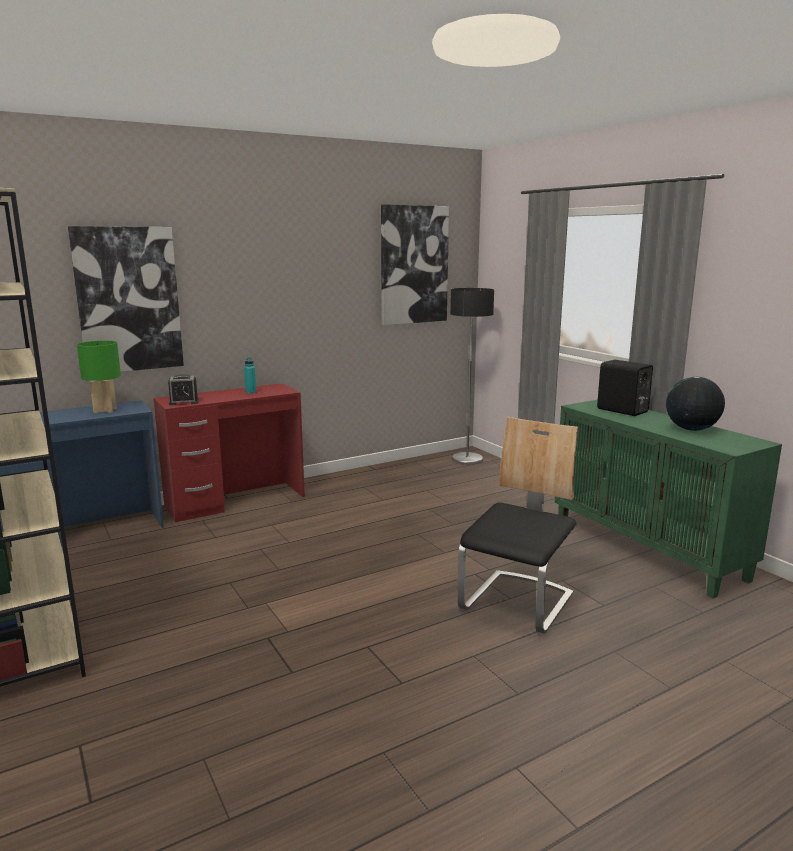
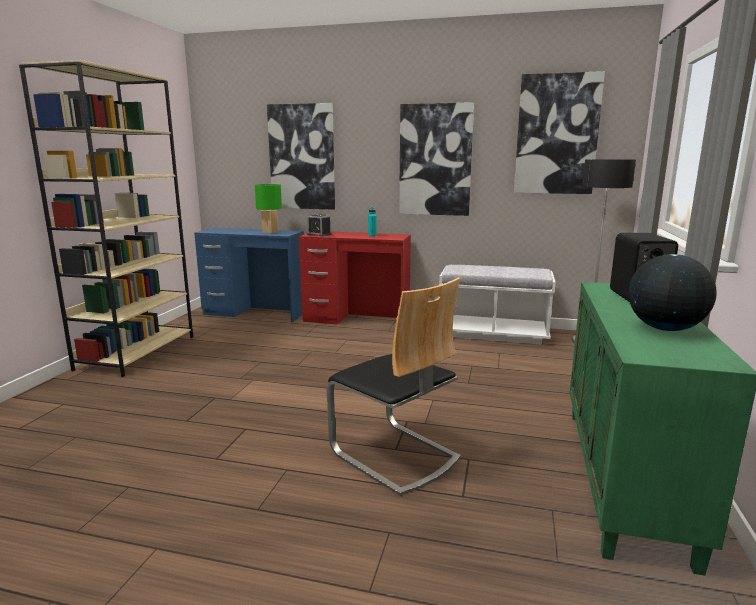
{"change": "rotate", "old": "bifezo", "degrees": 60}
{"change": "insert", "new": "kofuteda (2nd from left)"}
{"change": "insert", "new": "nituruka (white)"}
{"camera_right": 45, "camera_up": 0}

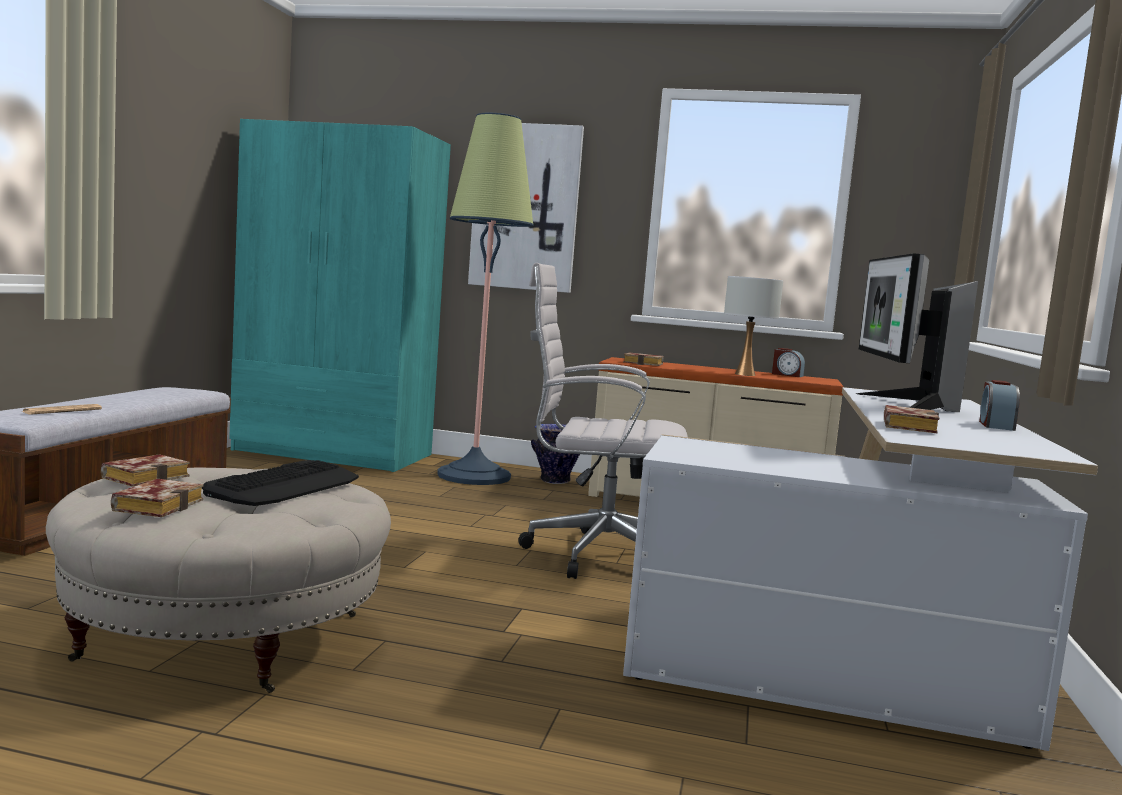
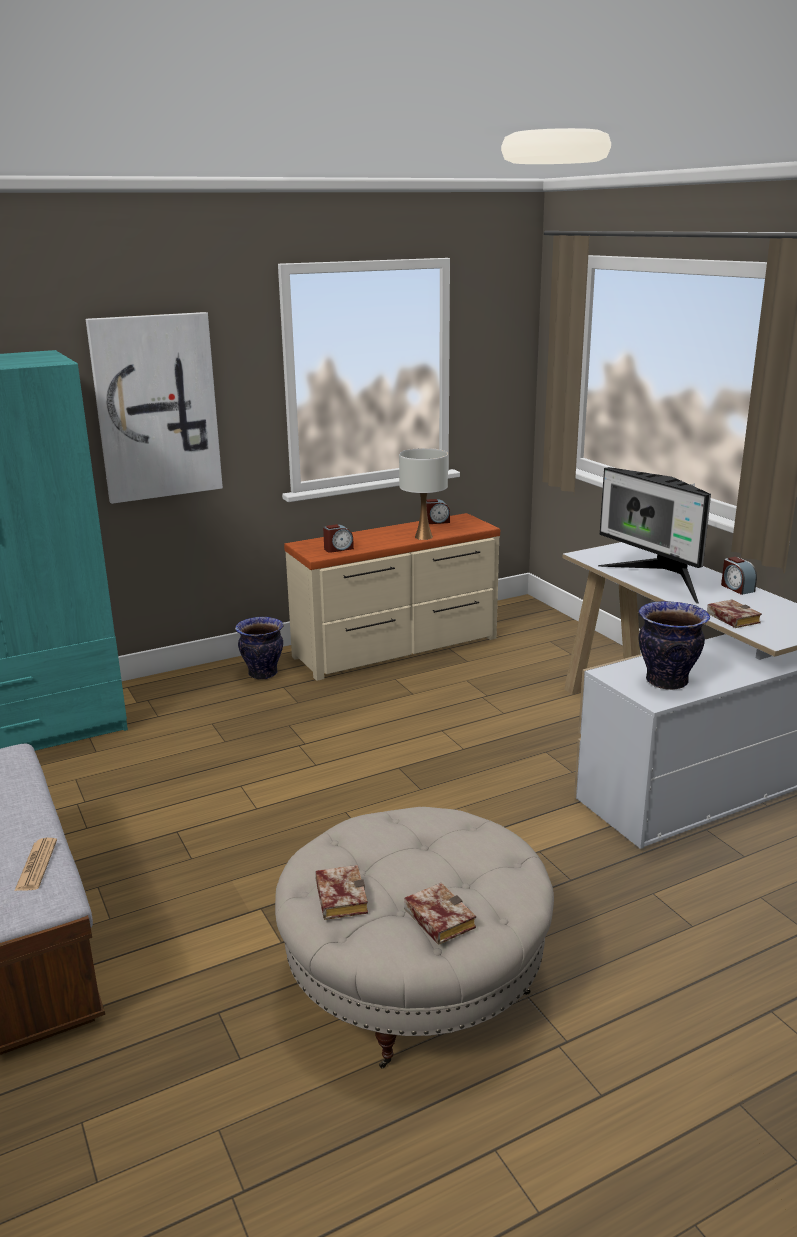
{"change": "replace", "old": "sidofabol (3rd from left)", "new": "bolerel (1st from left)"}
{"change": "insert", "new": "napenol (2nd from left)"}
{"change": "delete", "old": "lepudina"}
{"change": "delete", "old": "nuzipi"}
{"change": "delete", "old": "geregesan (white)"}
{"camera_right": -40, "camera_up": 15}

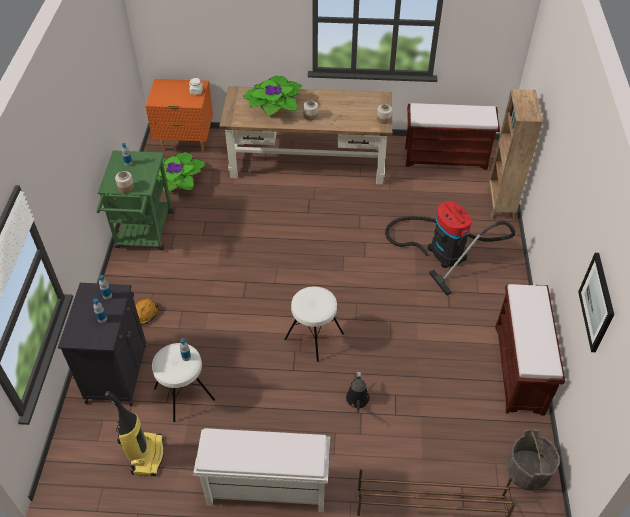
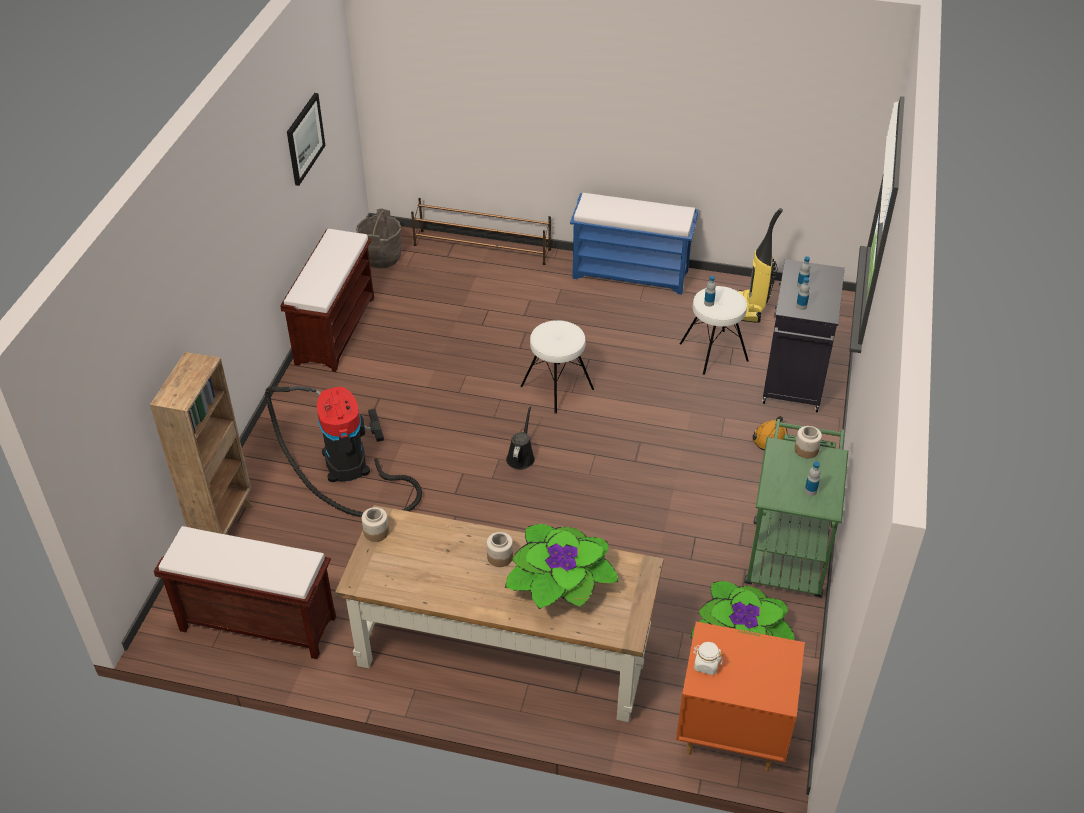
{"change": "move", "old": "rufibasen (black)"}
{"change": "recolor", "old": "nituruka (white)", "new": "nituruka (blue)"}
{"camera_right": -170, "camera_up": -5}

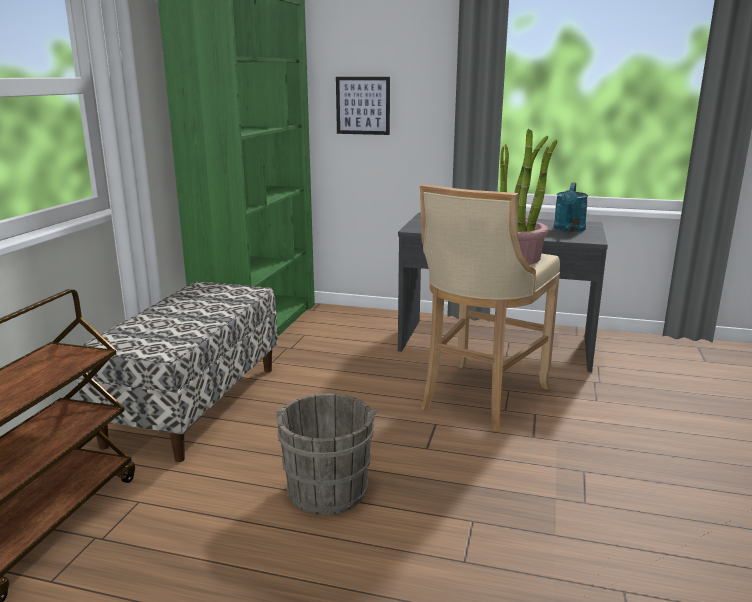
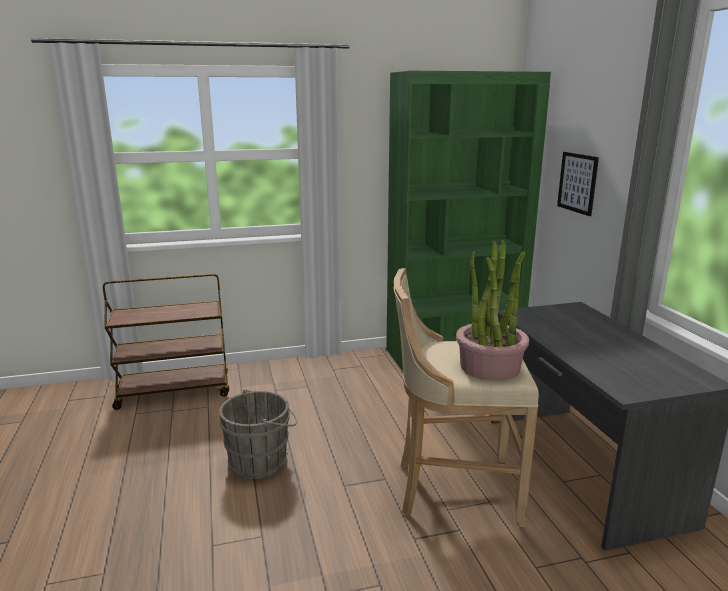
{"change": "delete", "old": "nituruka"}
{"change": "delete", "old": "rufibasen (turquoise)"}
{"camera_right": 60, "camera_up": 0}

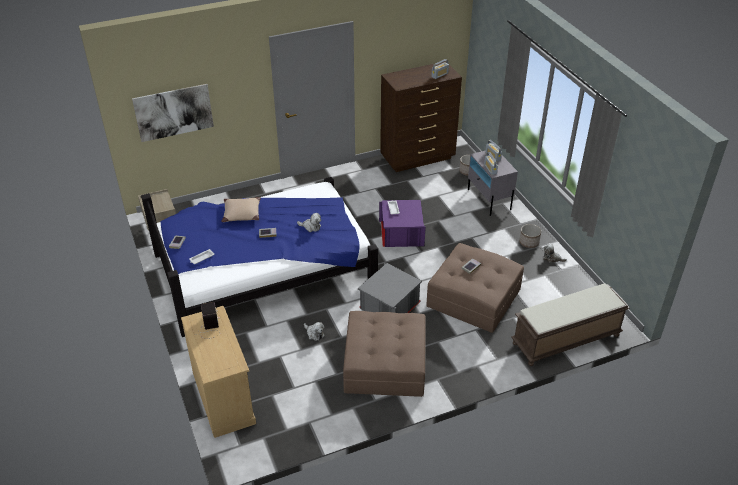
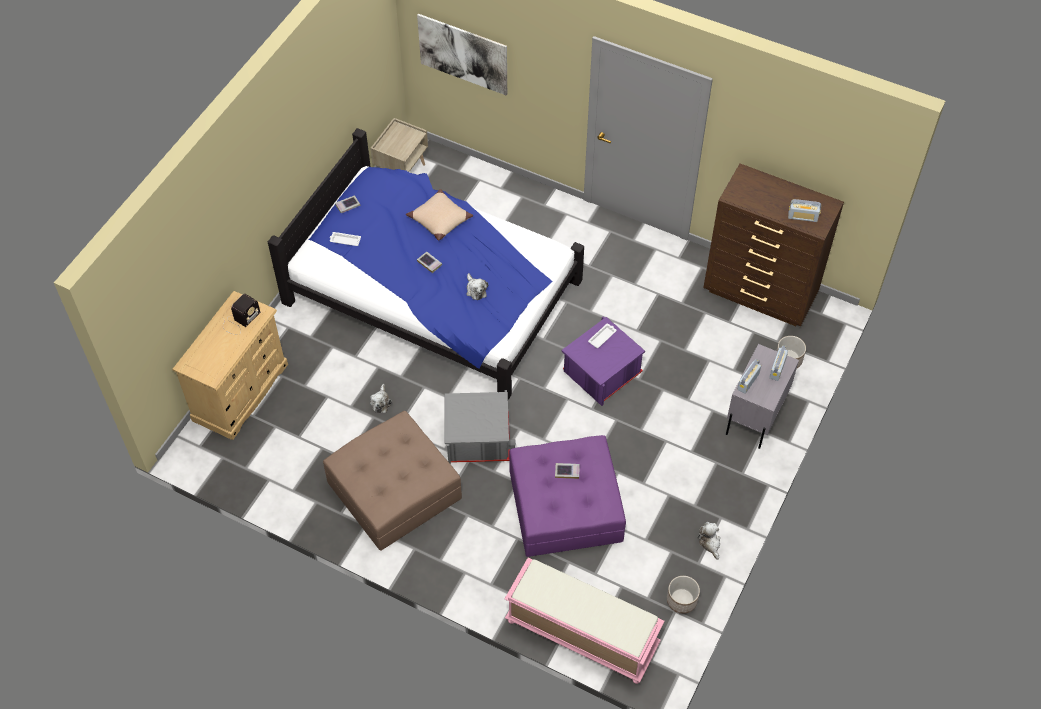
{"change": "recolor", "old": "nituruka (brown)", "new": "nituruka (pink)"}
{"change": "recolor", "old": "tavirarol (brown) (2nd from left)", "new": "tavirarol (purple)"}
{"change": "move", "old": "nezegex (2nd from left in the first image)", "new": "nezegex (1st from left)"}
{"camera_right": 50, "camera_up": 15}

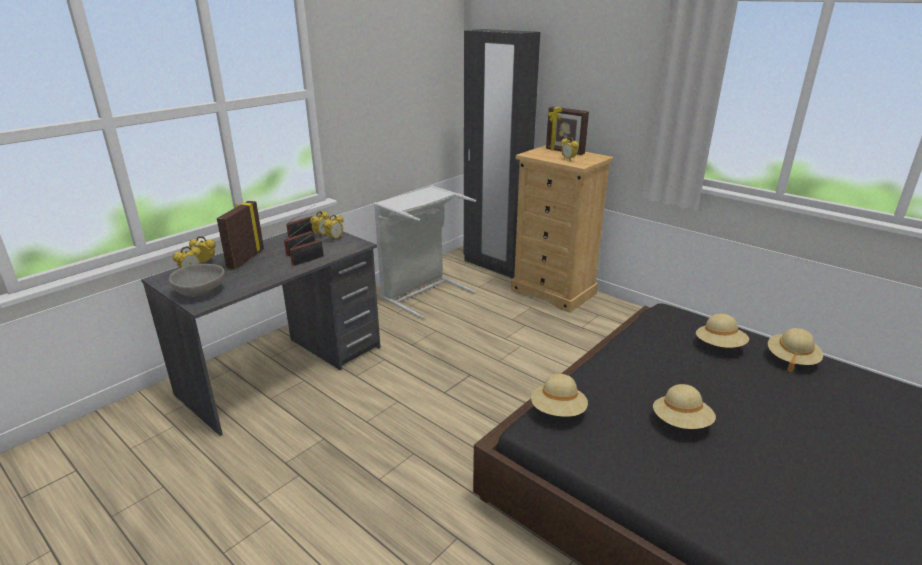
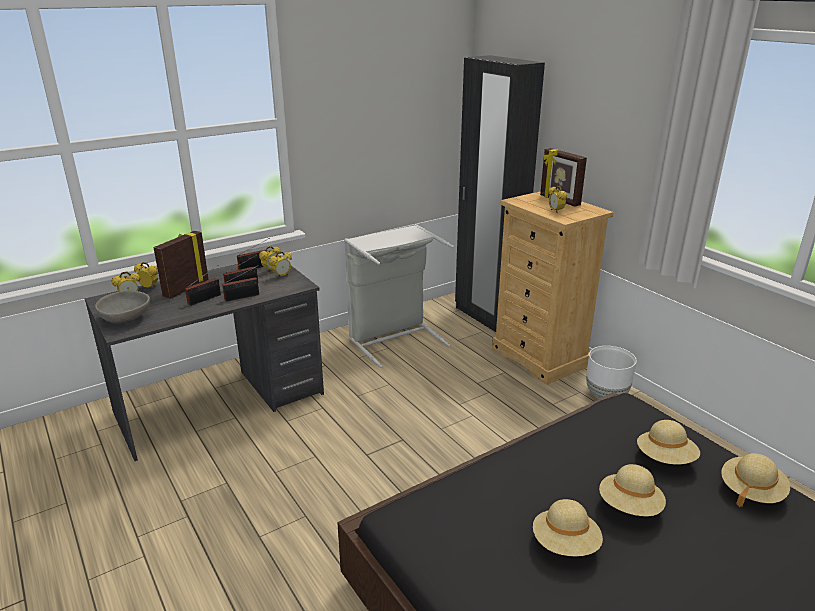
{"change": "insert", "new": "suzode (1st from left)"}
{"change": "insert", "new": "nezegex (white)"}
{"change": "move", "old": "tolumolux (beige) (1st from left in the first image)", "new": "tolumolux (beige) (2nd from left)"}
{"camera_right": 15, "camera_up": 0}

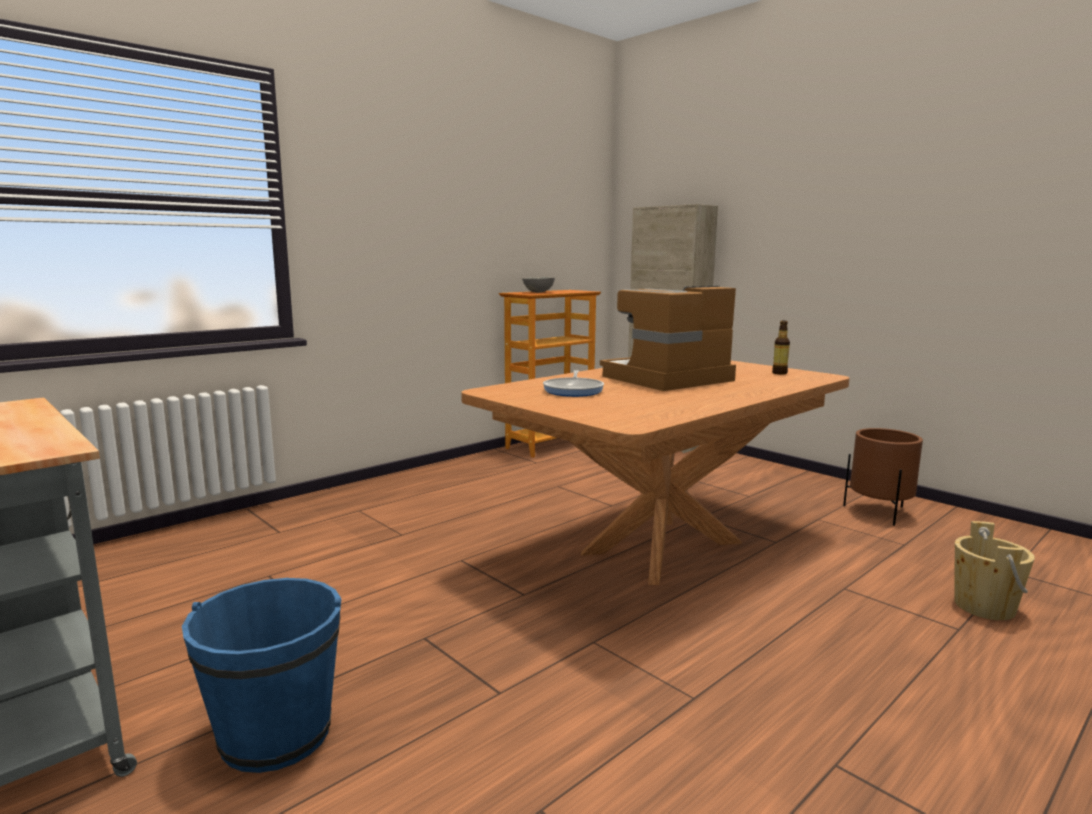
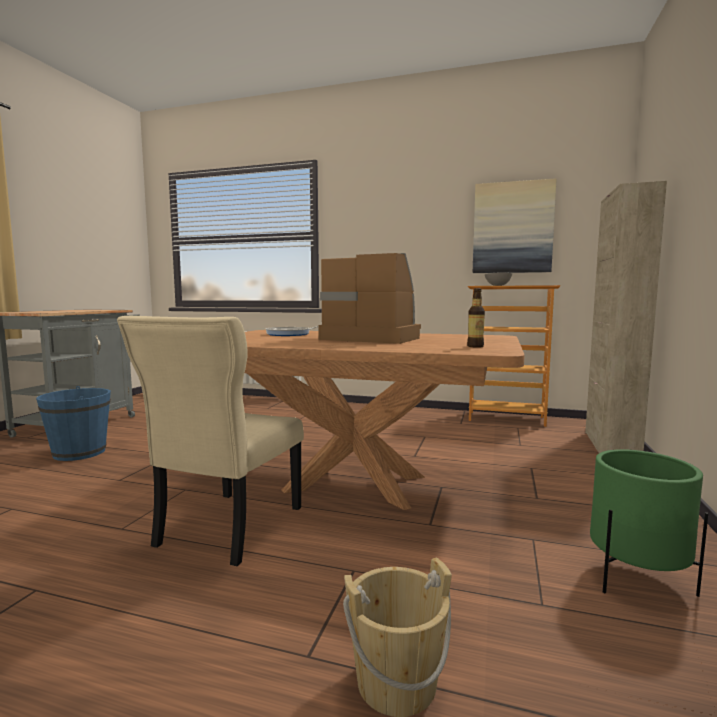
{"change": "insert", "new": "bifezo (beige)"}
{"change": "insert", "new": "kofuteda"}
{"change": "recolor", "old": "nezegex (brown)", "new": "nezegex (green)"}
{"camera_right": 60, "camera_up": -5}

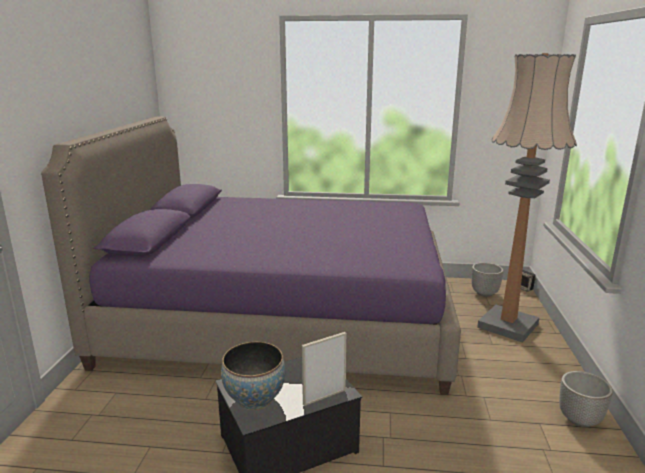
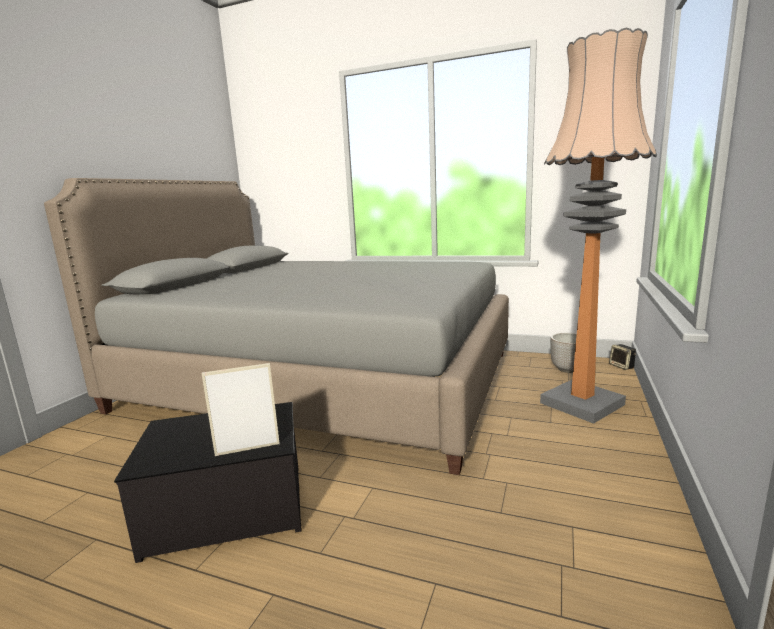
{"change": "recolor", "old": "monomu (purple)", "new": "monomu (grey)"}
{"change": "delete", "old": "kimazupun"}
{"change": "delete", "old": "nezegex (2nd from left)"}
{"camera_right": 15, "camera_up": -5}

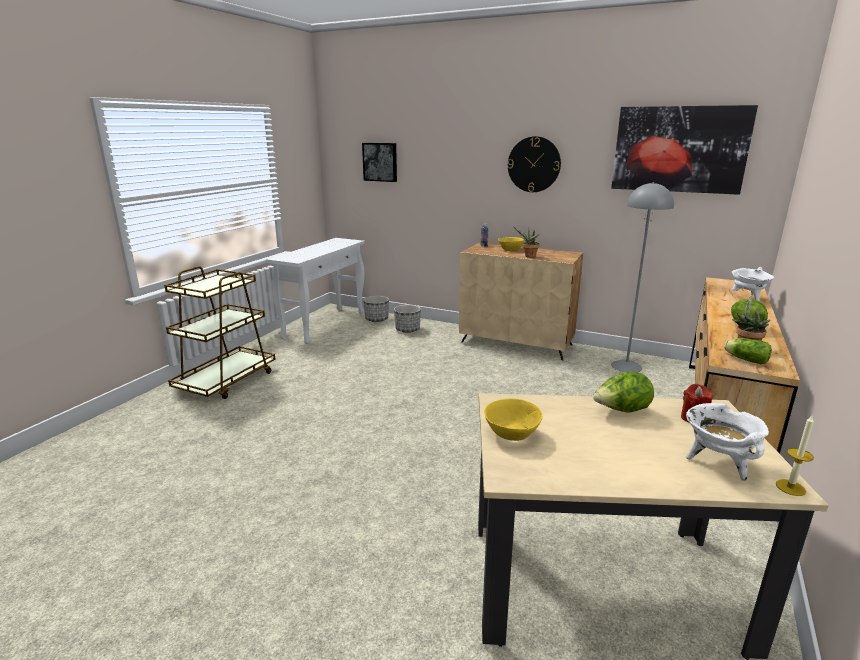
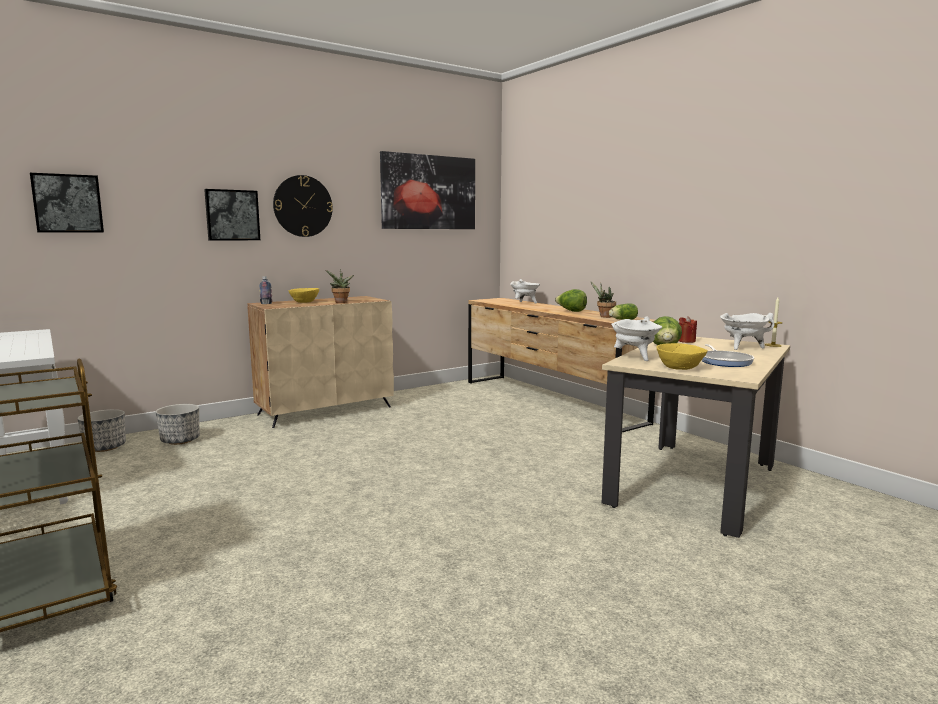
{"change": "insert", "new": "kofuteda (2nd from left)"}
{"change": "insert", "new": "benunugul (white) (2nd from left)"}
{"change": "insert", "new": "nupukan"}
{"change": "delete", "old": "nuzipi (grey)"}
{"camera_right": -60, "camera_up": -10}

